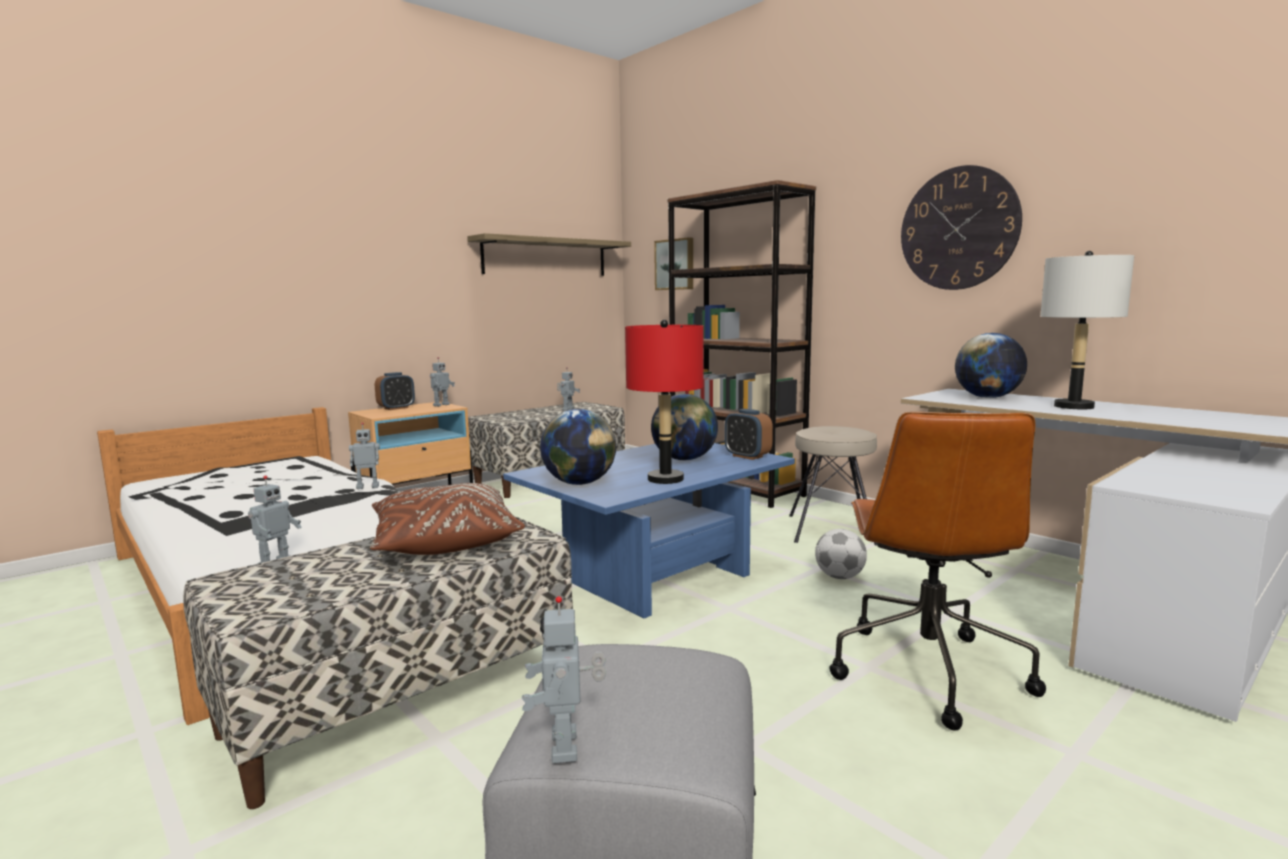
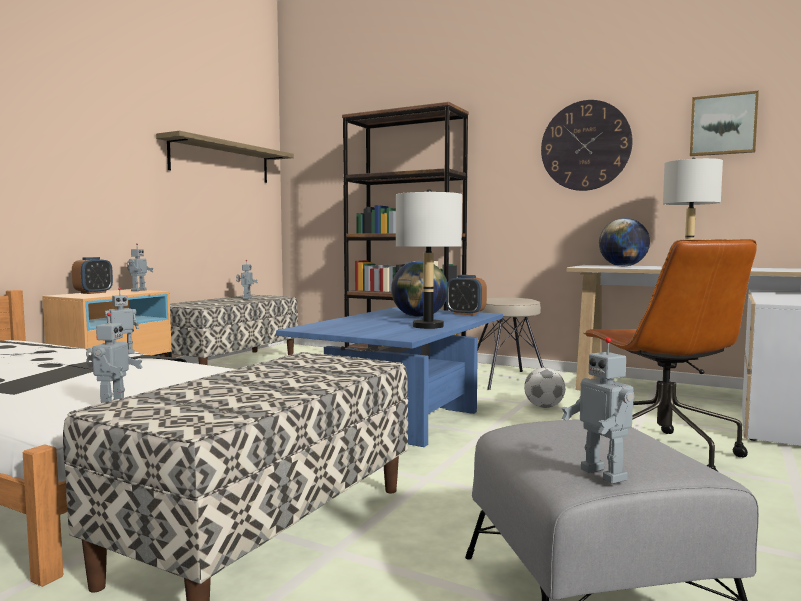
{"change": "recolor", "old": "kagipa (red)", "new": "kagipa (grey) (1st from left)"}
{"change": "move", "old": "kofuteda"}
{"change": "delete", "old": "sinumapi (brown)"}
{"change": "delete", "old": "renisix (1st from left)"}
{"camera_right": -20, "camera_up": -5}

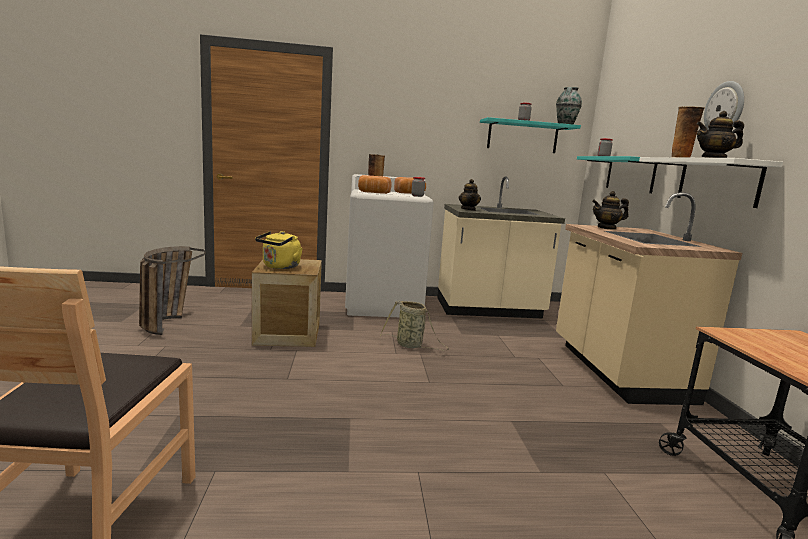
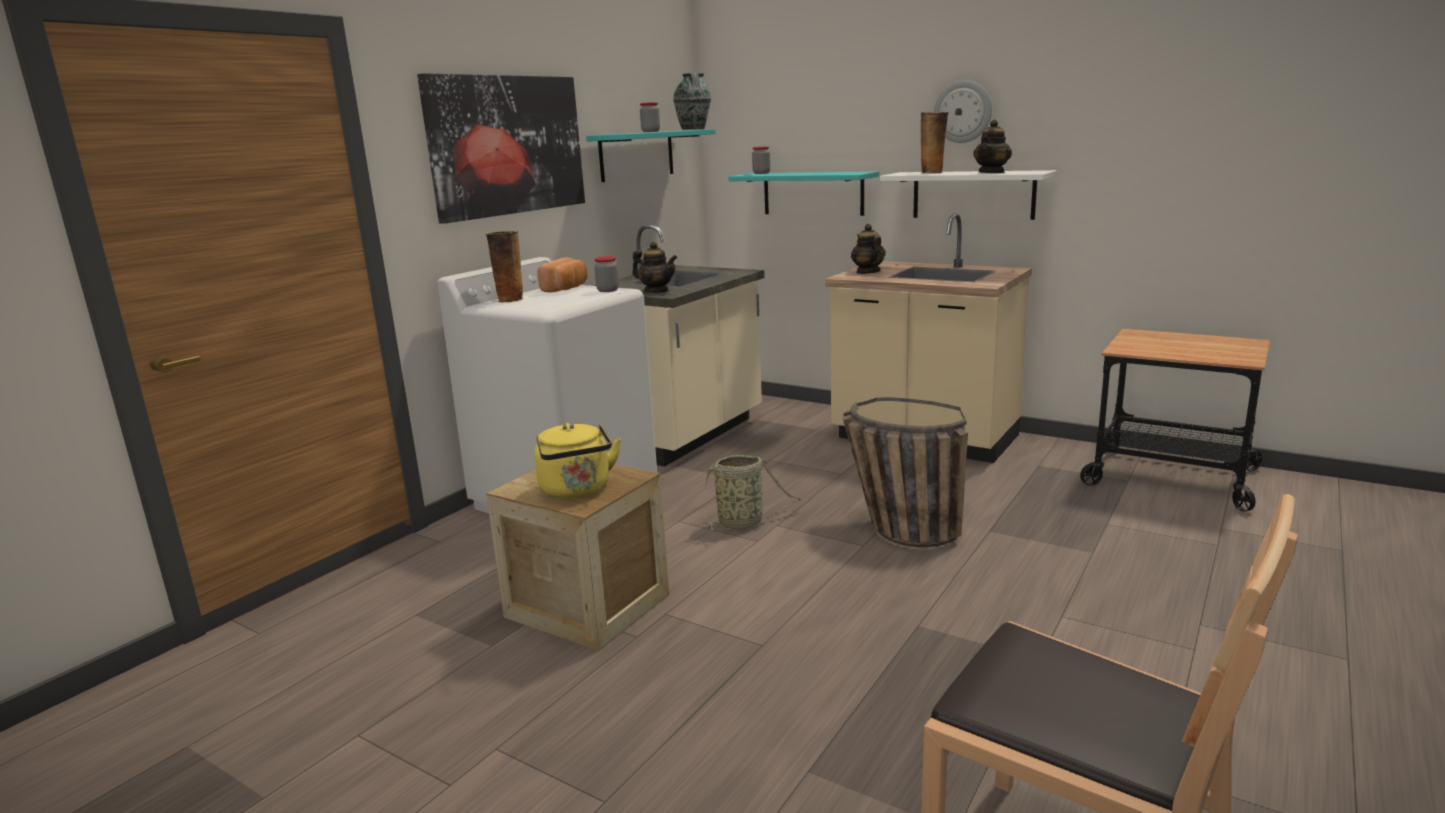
{"change": "insert", "new": "kofuteda"}
{"change": "move", "old": "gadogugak (1st from left in the first image)", "new": "gadogugak (2nd from left)"}
{"change": "rotate", "old": "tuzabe (2nd from left)", "degrees": 135}
{"change": "delete", "old": "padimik (1st from left)"}
{"camera_right": -50, "camera_up": 5}

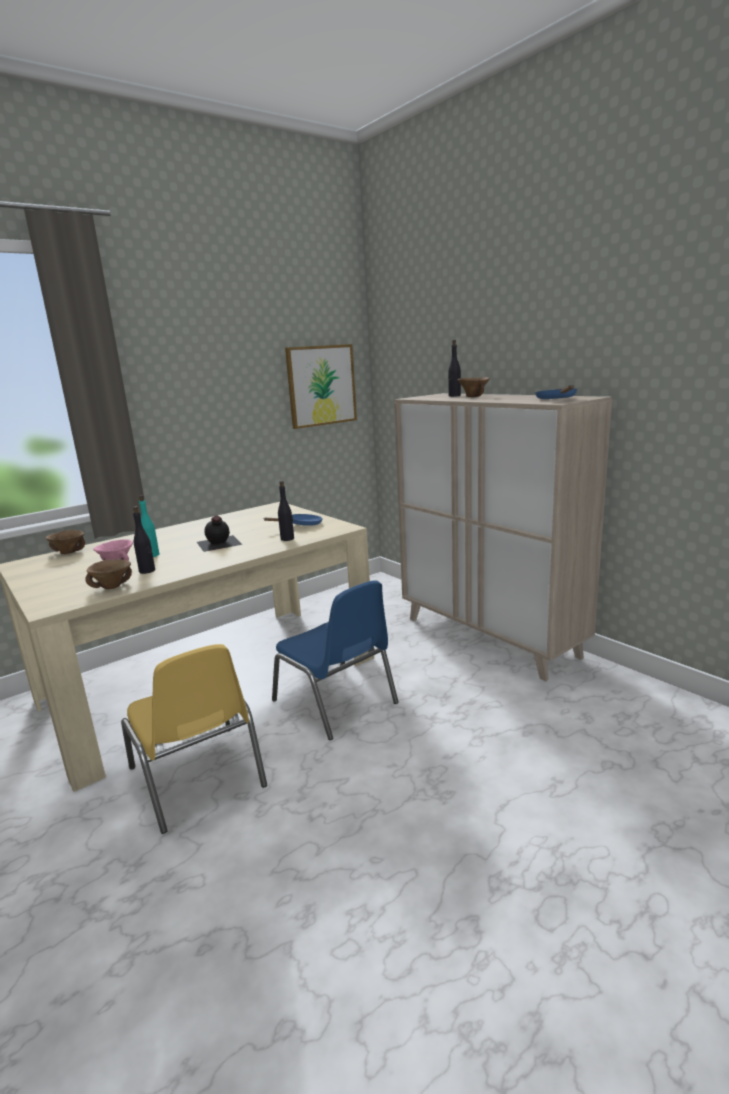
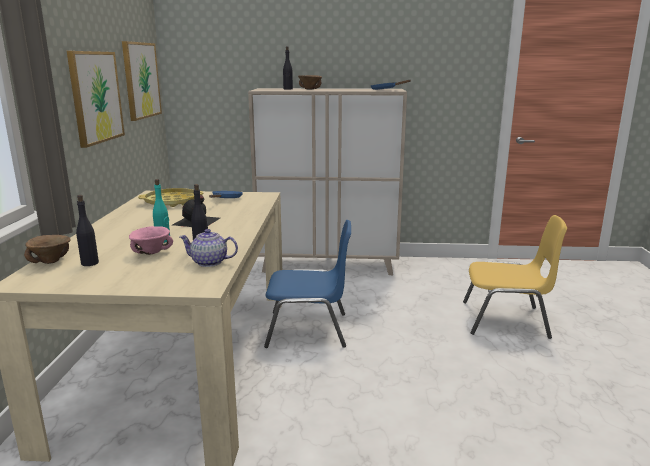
{"change": "insert", "new": "kofuteda (1st from left)"}
{"change": "move", "old": "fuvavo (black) (3rd from left in the first image)", "new": "fuvavo (black) (1st from left)"}
{"change": "insert", "new": "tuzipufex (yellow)"}
{"change": "replace", "old": "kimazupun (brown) (2nd from left)", "new": "tuzabe"}
{"change": "move", "old": "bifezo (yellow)"}
{"camera_right": -50, "camera_up": 0}

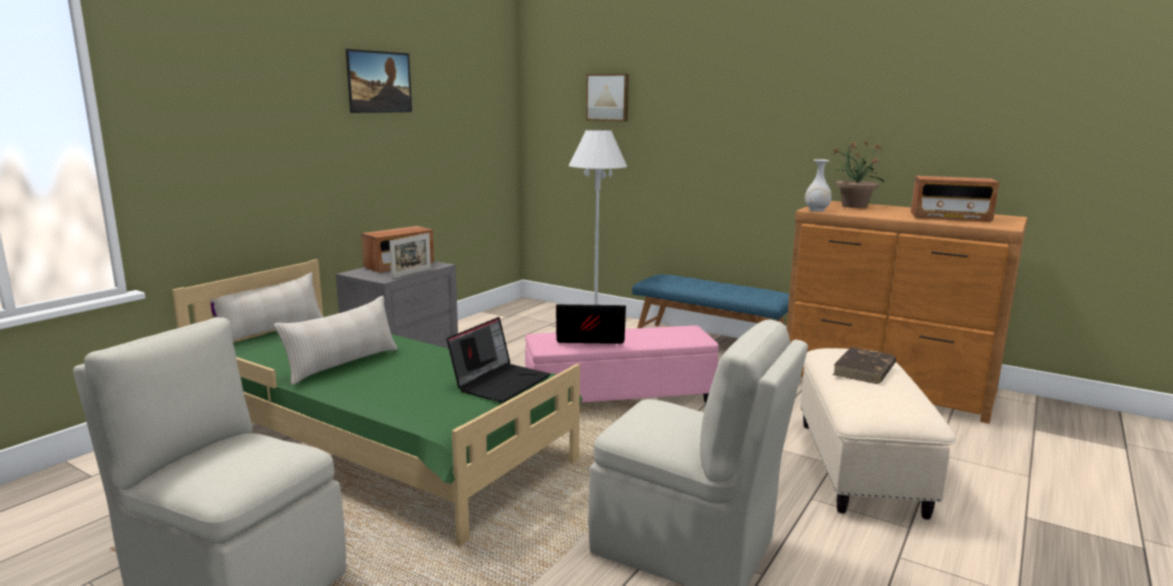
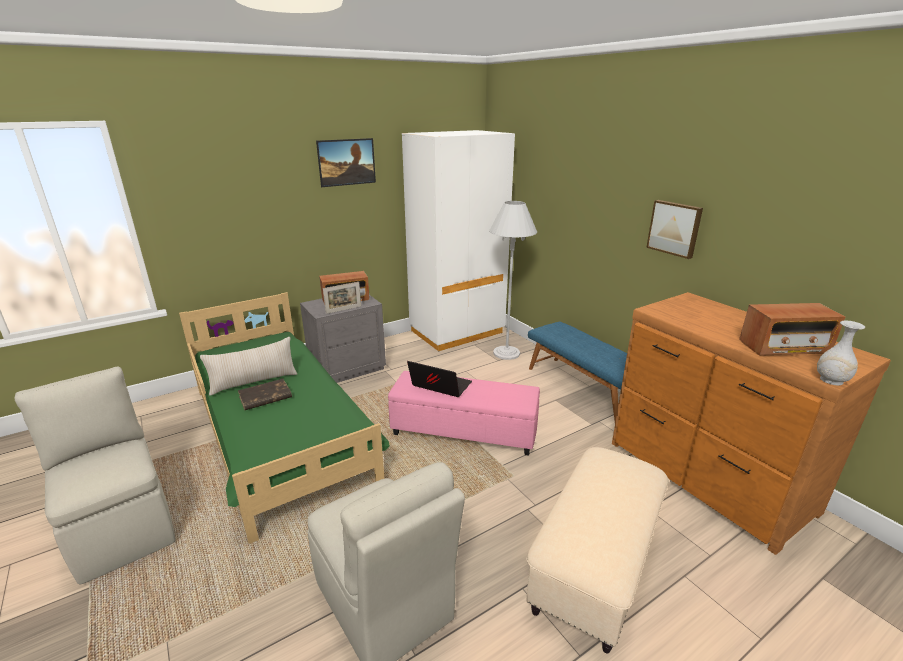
{"change": "move", "old": "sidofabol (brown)"}
{"change": "insert", "new": "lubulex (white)"}
{"change": "move", "old": "kofuteda (2nd from left)"}
{"change": "rotate", "old": "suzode (2nd from left)", "degrees": -45}
{"change": "move", "old": "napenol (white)"}
{"change": "delete", "old": "sinumapi (beige) (1st from left)"}
{"change": "delete", "old": "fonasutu (1st from left)"}
{"change": "delete", "old": "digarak"}
{"camera_right": 25, "camera_up": 10}

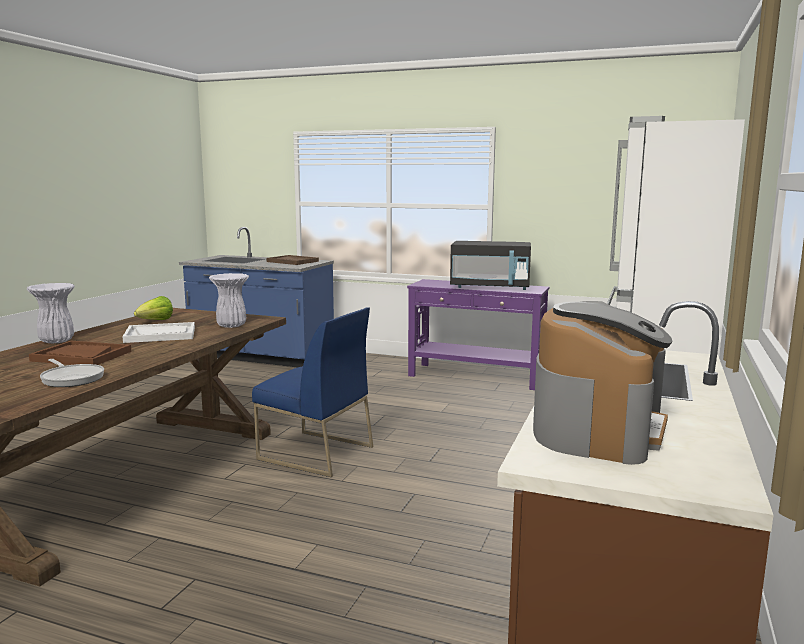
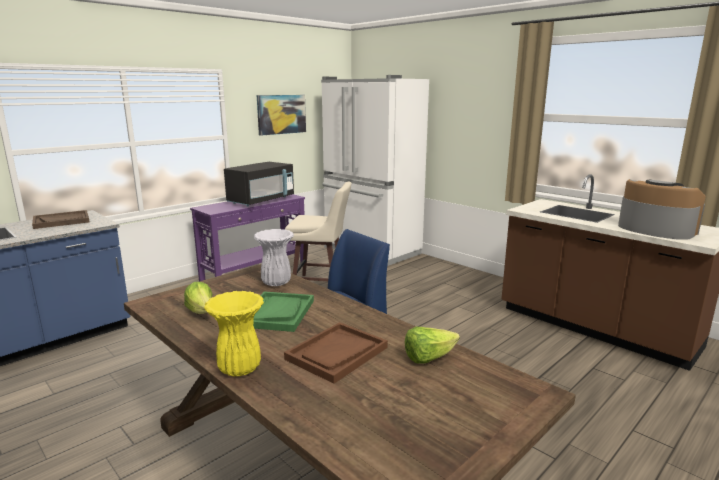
{"change": "recolor", "old": "napenol (white) (1st from left)", "new": "napenol (yellow)"}
{"change": "recolor", "old": "tuzipufex (white)", "new": "tuzipufex (green)"}
{"change": "insert", "new": "kofuteda"}
{"change": "insert", "new": "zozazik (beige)"}
{"change": "replace", "old": "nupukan", "new": "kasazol (2nd from left)"}
{"camera_right": -65, "camera_up": 5}

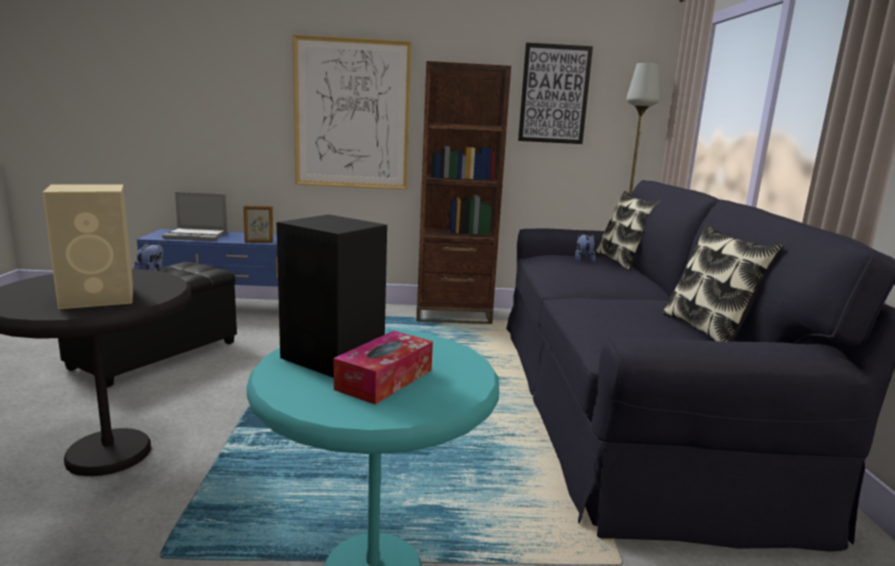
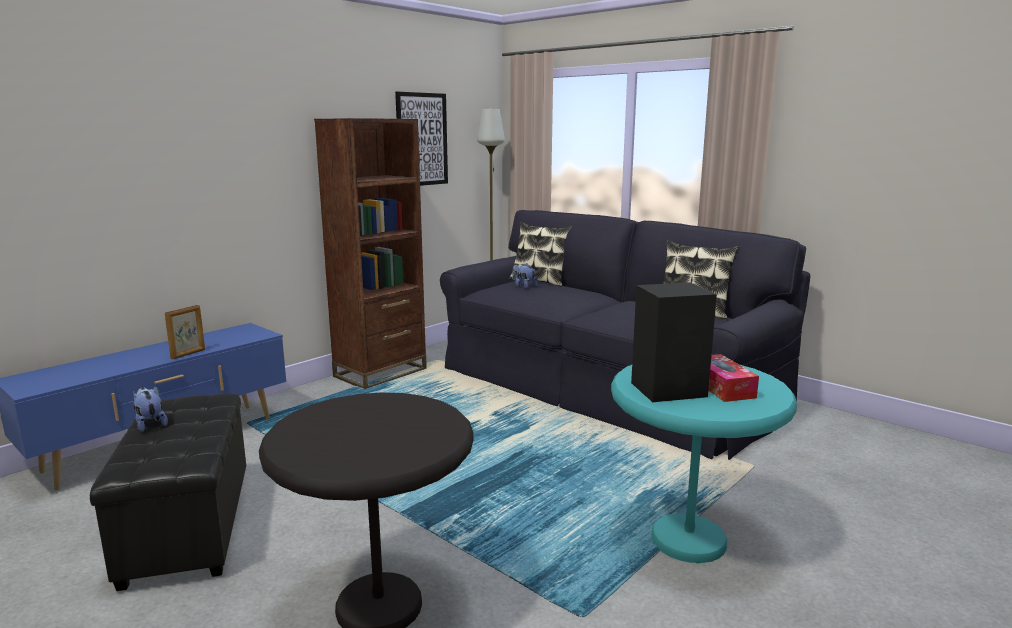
{"change": "delete", "old": "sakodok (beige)"}
{"change": "delete", "old": "fonasutu"}
{"change": "delete", "old": "kofuteda (1st from left)"}
{"camera_right": -45, "camera_up": 0}

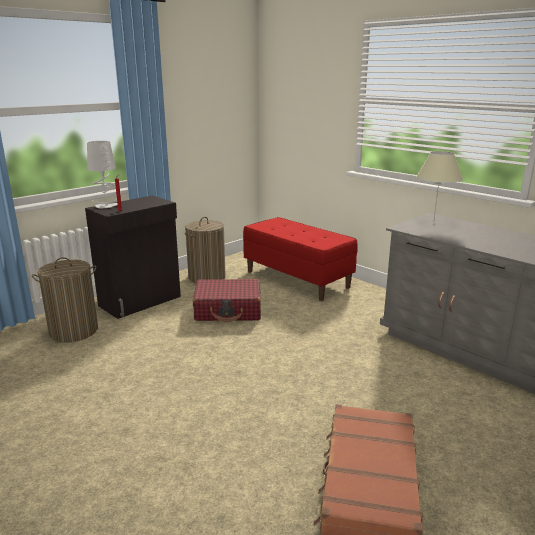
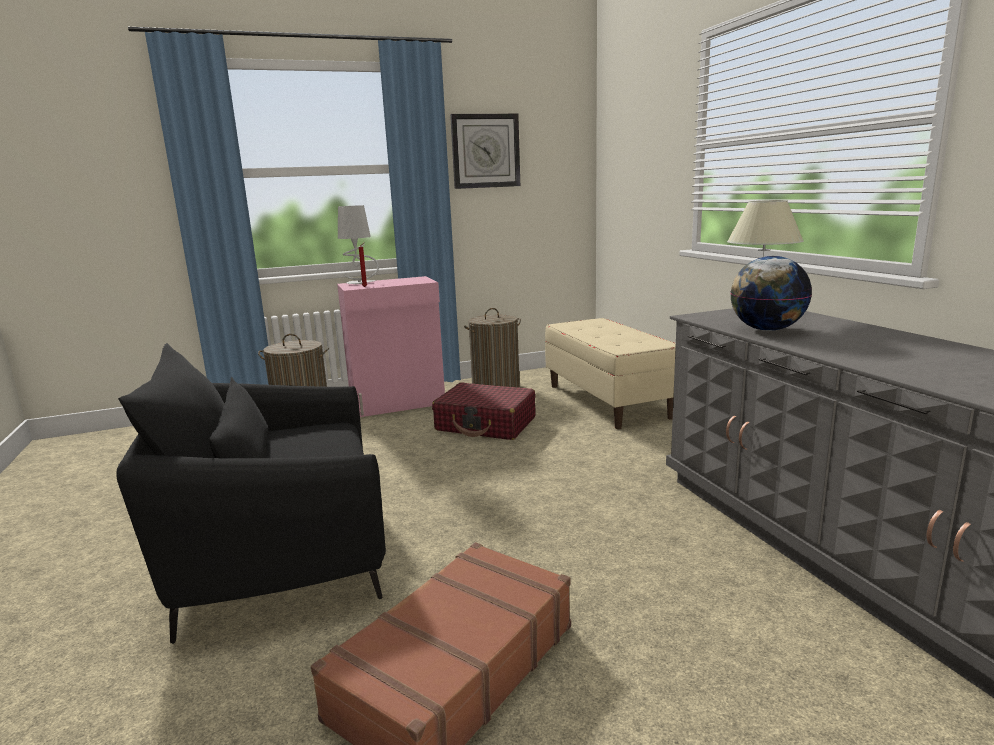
{"change": "insert", "new": "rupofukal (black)"}
{"change": "recolor", "old": "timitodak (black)", "new": "timitodak (pink)"}
{"change": "insert", "new": "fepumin"}
{"change": "recolor", "old": "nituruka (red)", "new": "nituruka (beige)"}
{"change": "insert", "new": "renisix"}
{"camera_right": 25, "camera_up": -5}

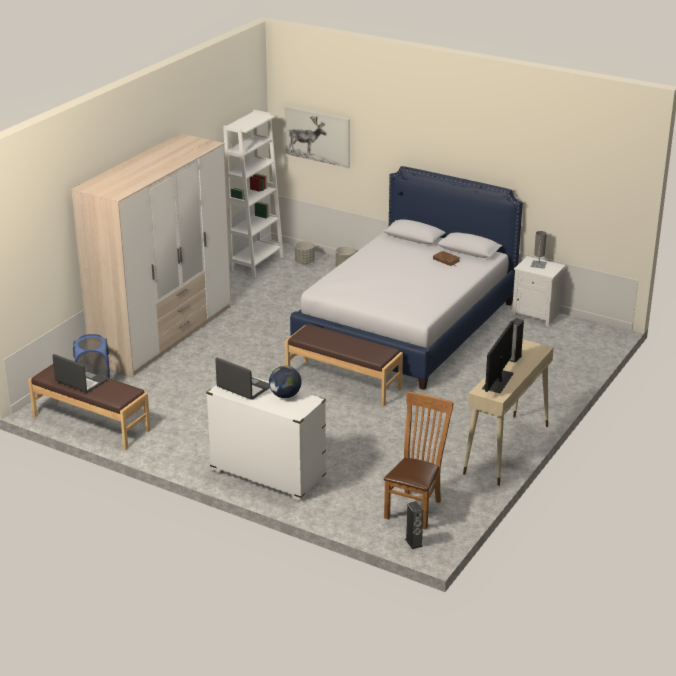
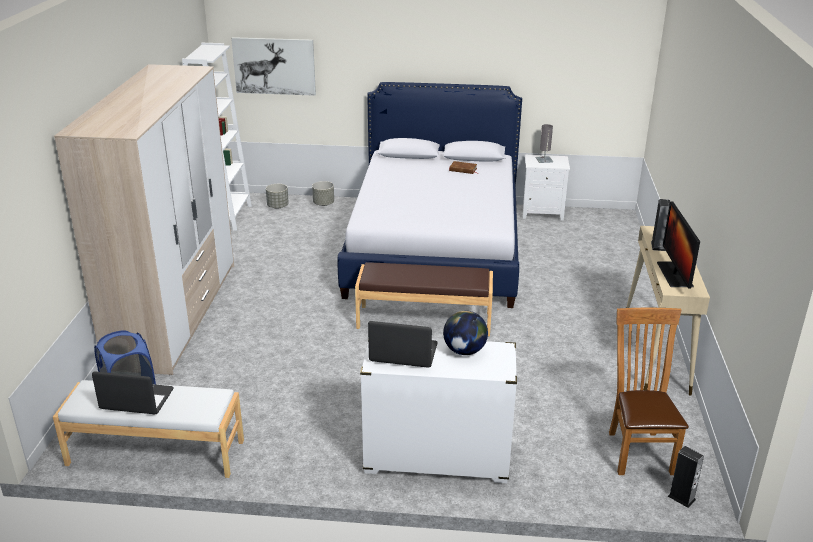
{"change": "recolor", "old": "nituruka (brown) (1st from left)", "new": "nituruka (white)"}
{"camera_right": -25, "camera_up": 0}

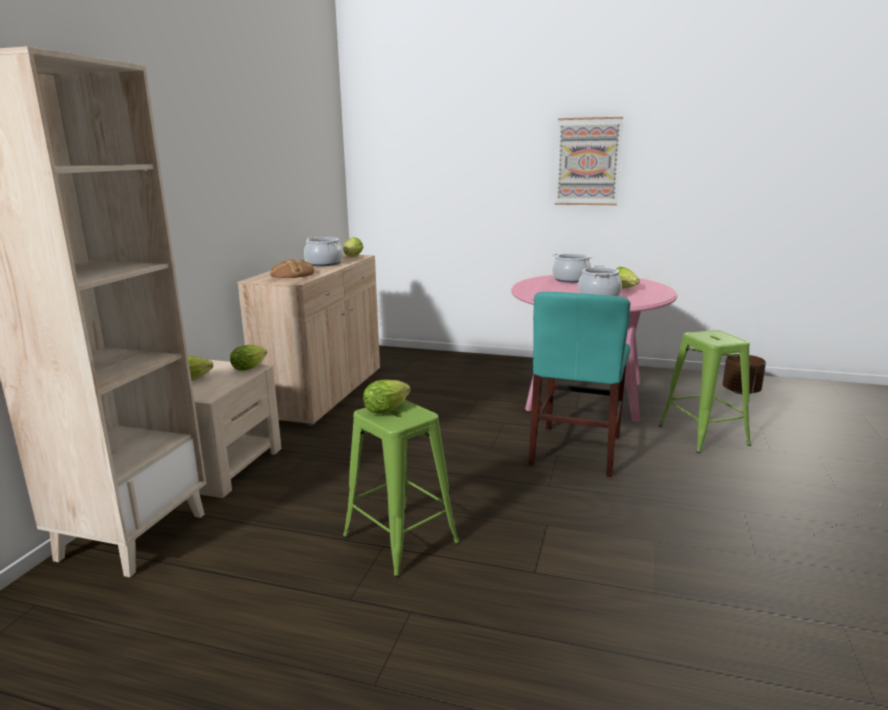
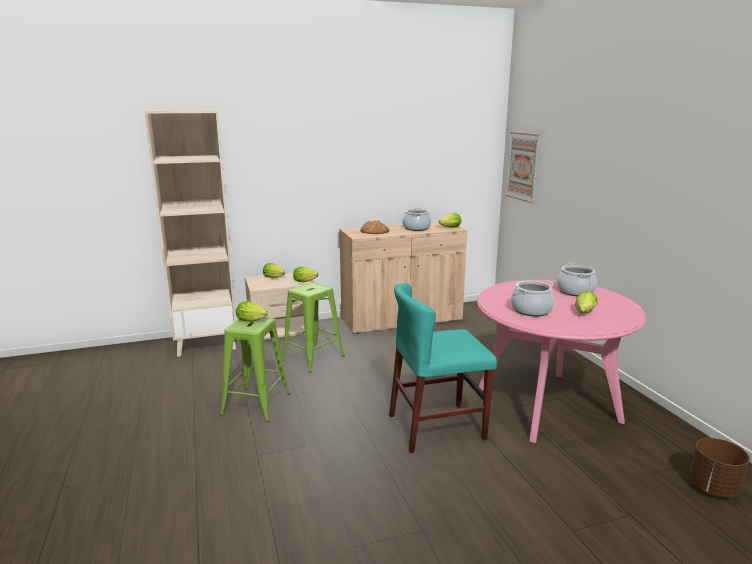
{"change": "move", "old": "zozazik (green) (2nd from left)"}
{"change": "move", "old": "kofuteda"}
{"camera_right": 55, "camera_up": 0}

